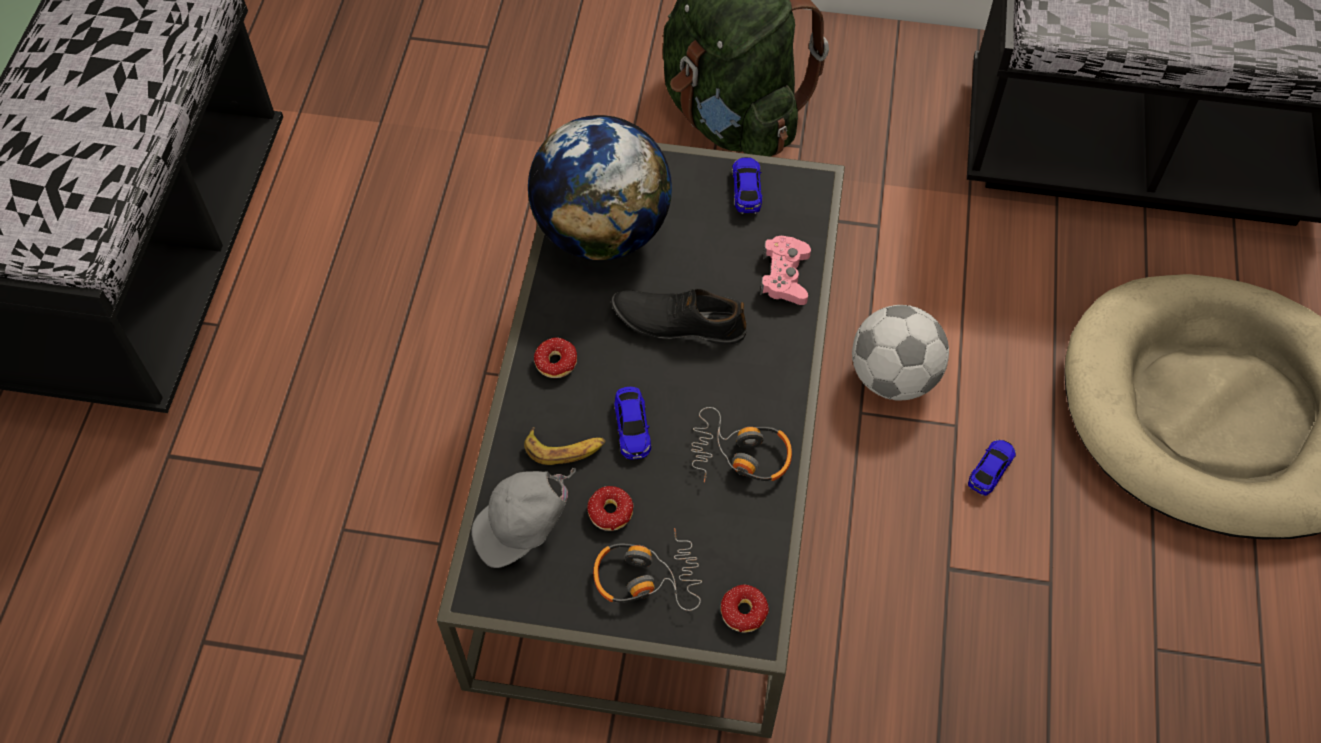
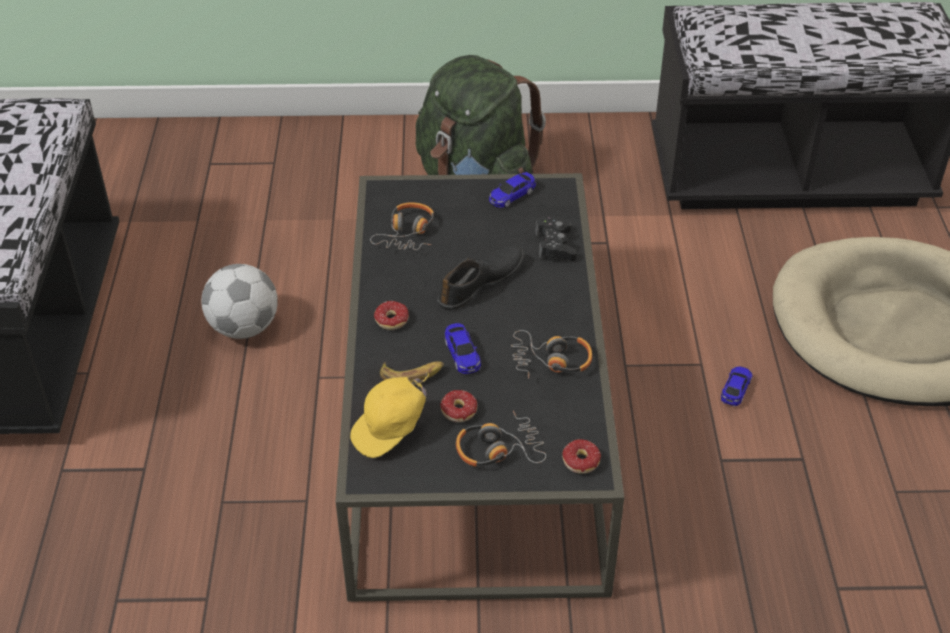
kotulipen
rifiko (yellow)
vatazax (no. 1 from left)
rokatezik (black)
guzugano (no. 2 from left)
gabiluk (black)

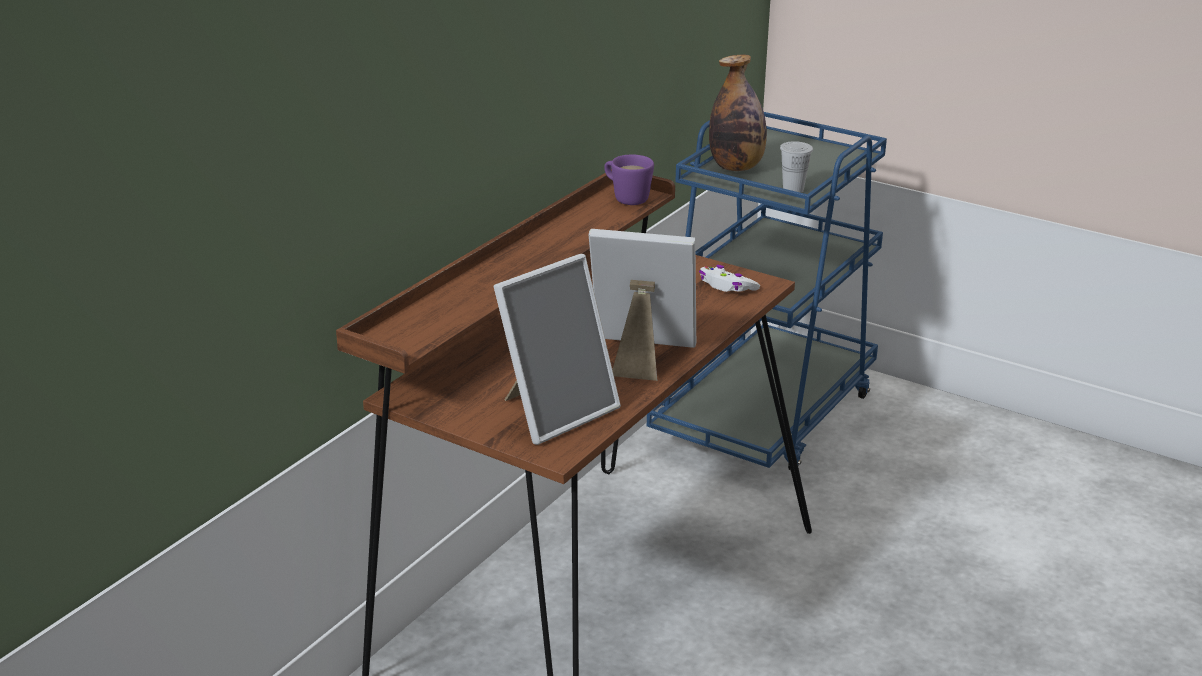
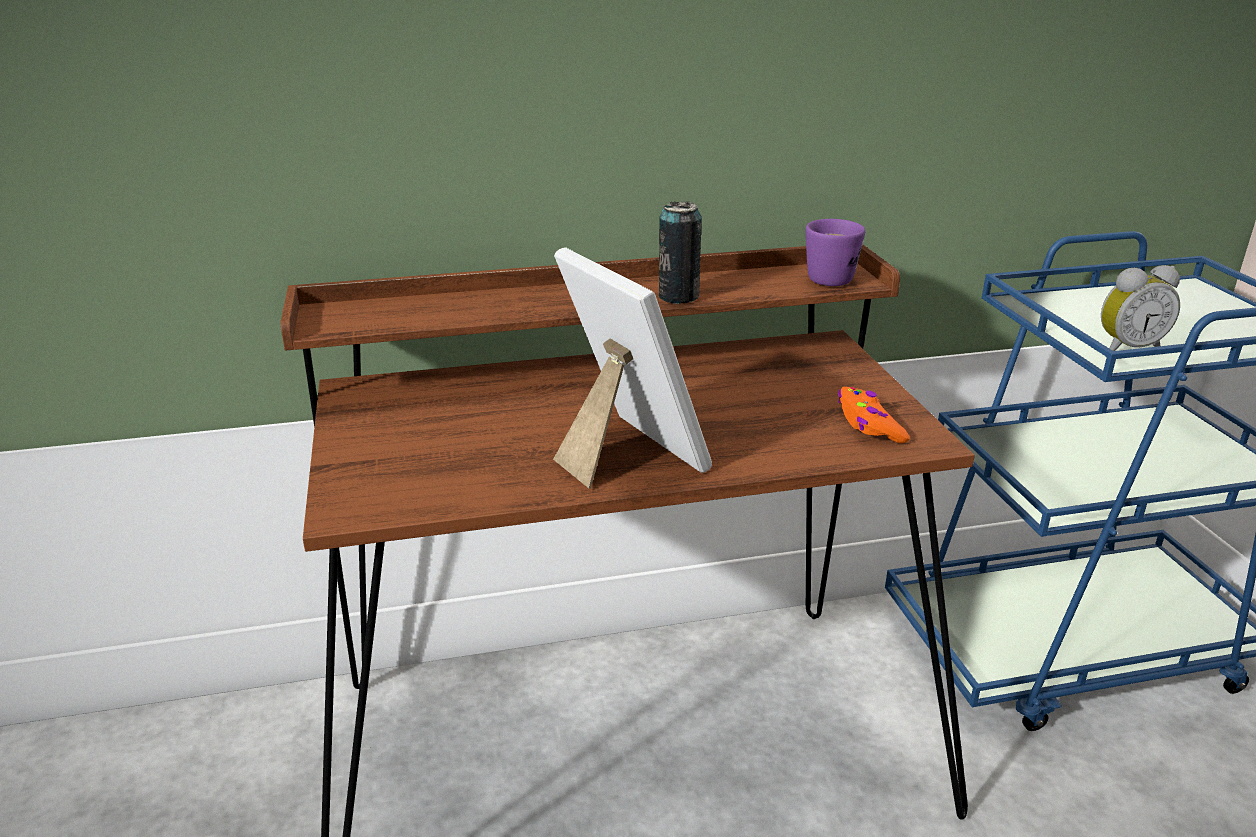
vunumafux
gabiluk (orange)
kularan
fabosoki (no. 1 from left in the first image)
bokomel

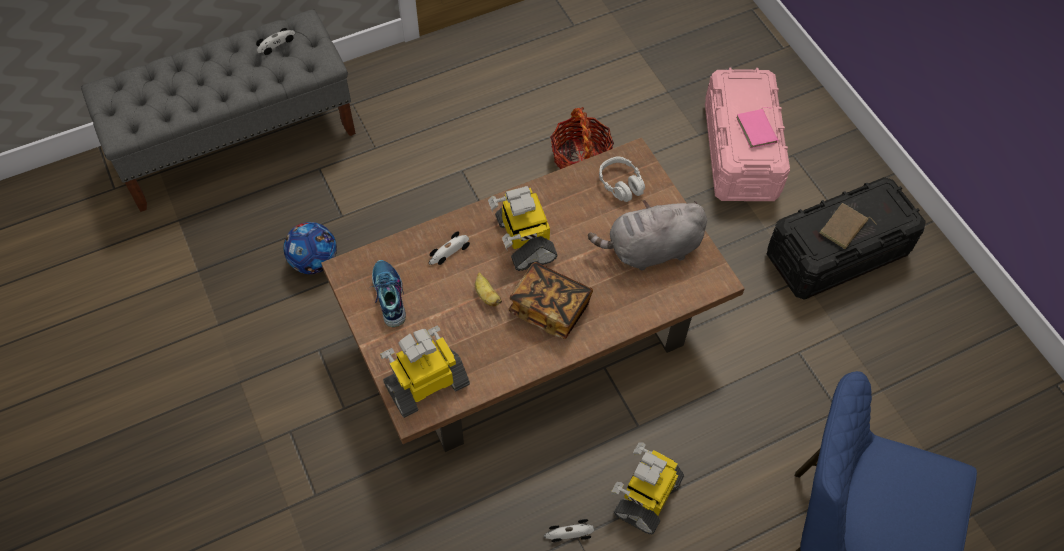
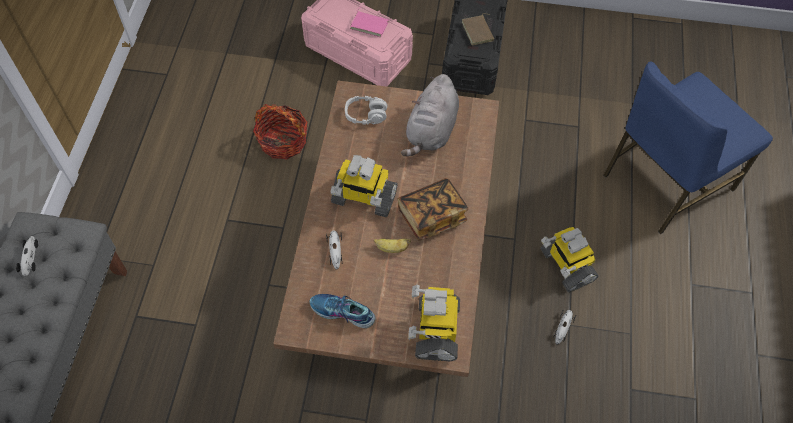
kotulipen

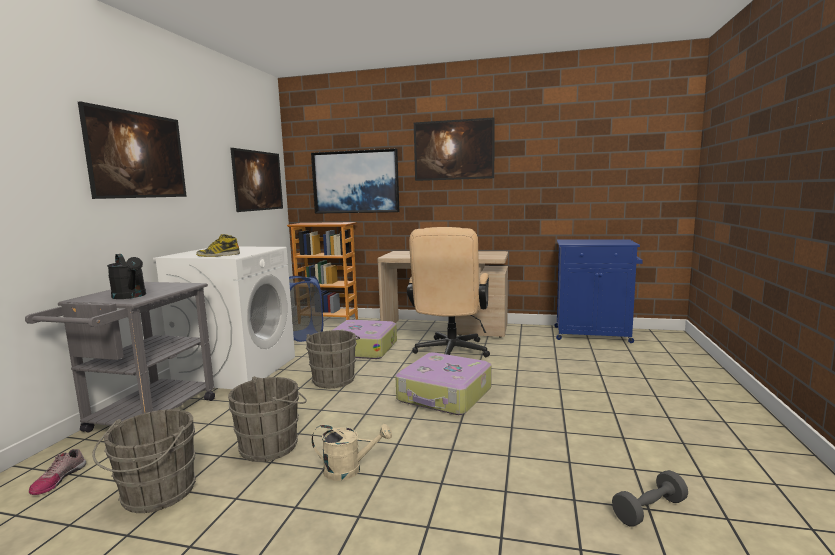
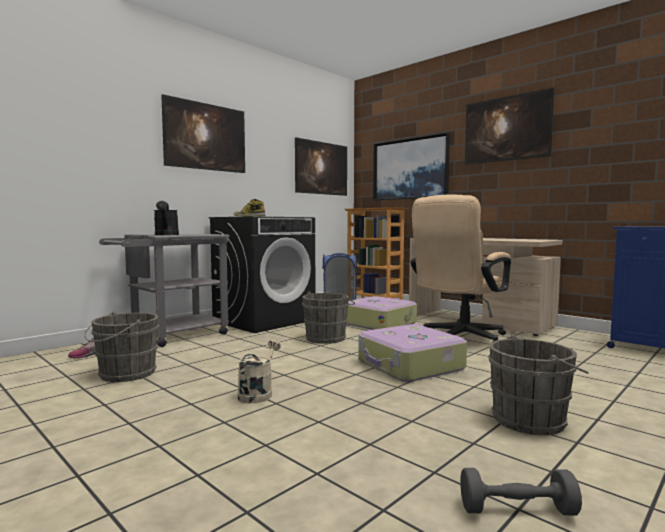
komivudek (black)
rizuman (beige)
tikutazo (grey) (no. 3 from left)

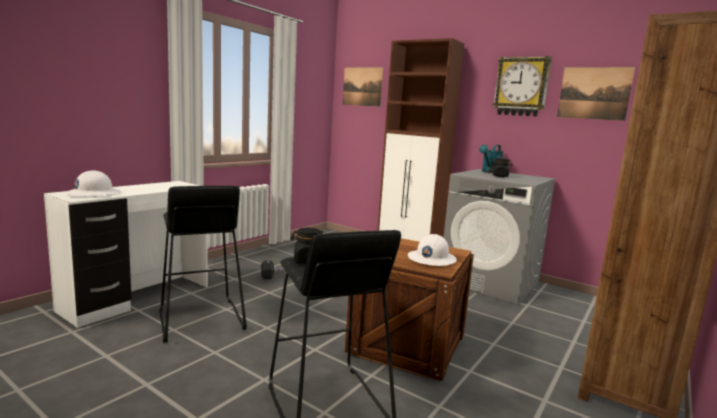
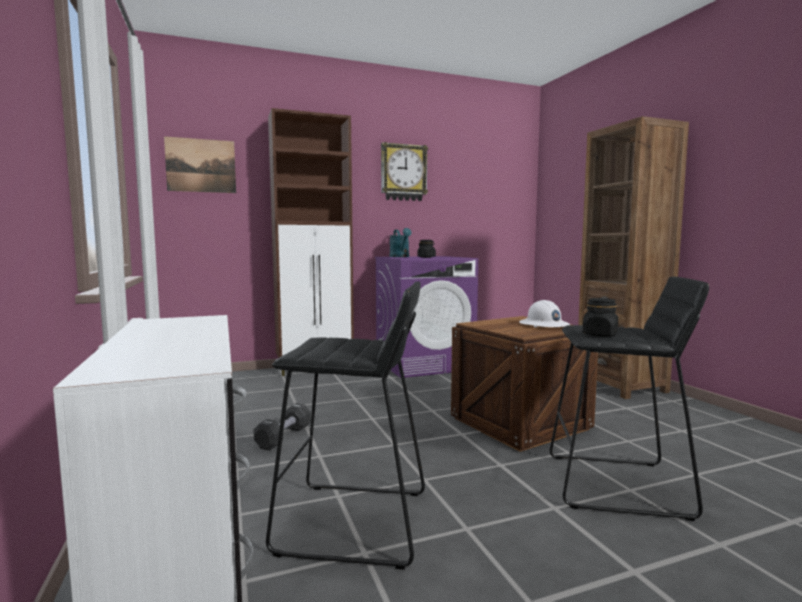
komivudek (purple)
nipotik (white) (no. 1 from left in the first image)
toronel (no. 2 from left in the first image)

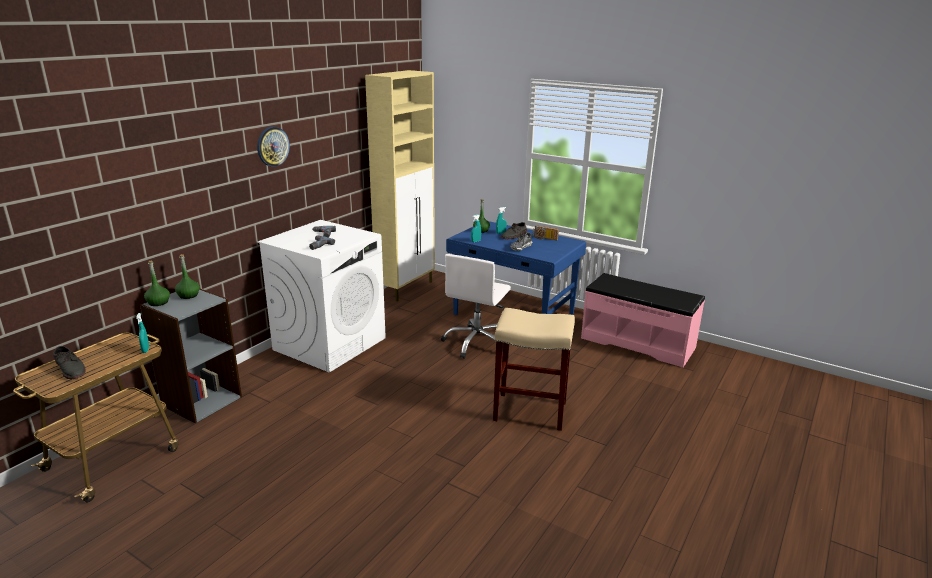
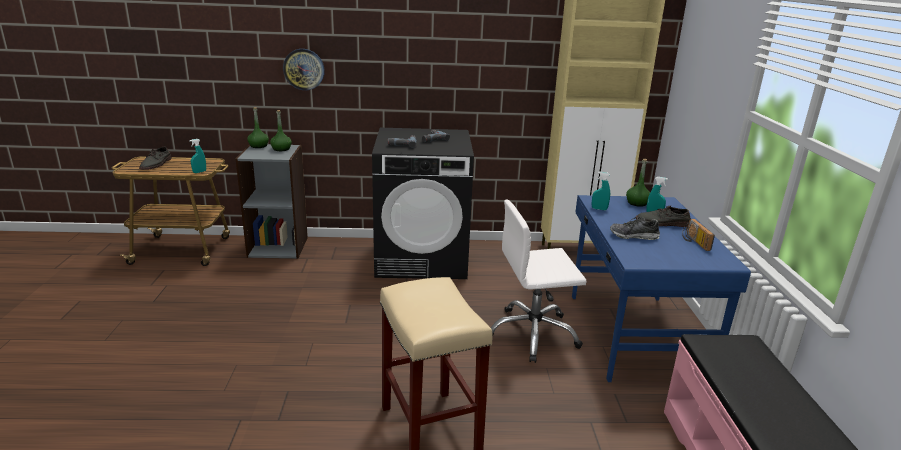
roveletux
komivudek (black)

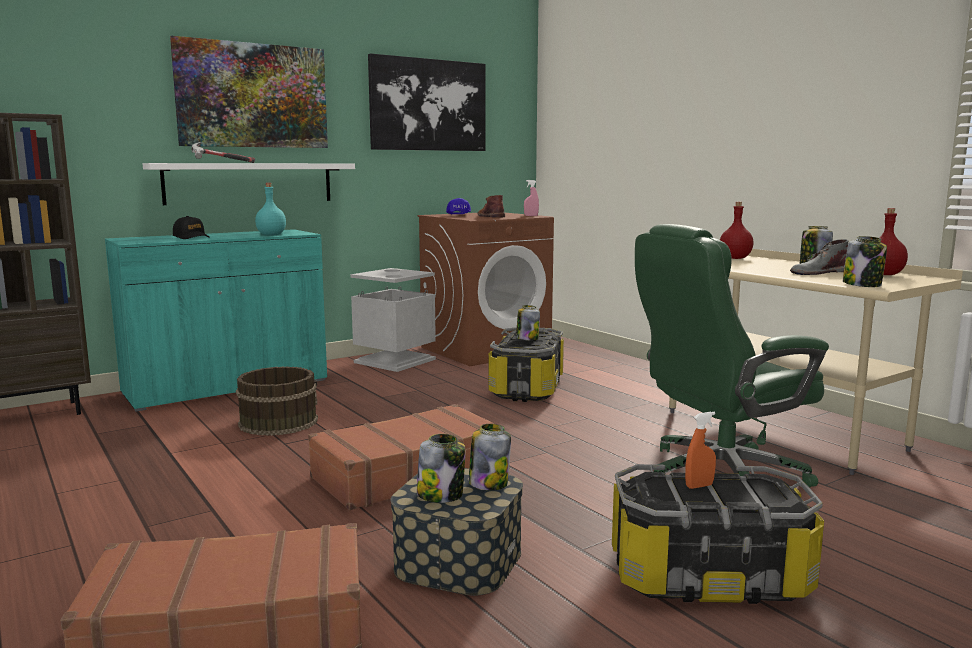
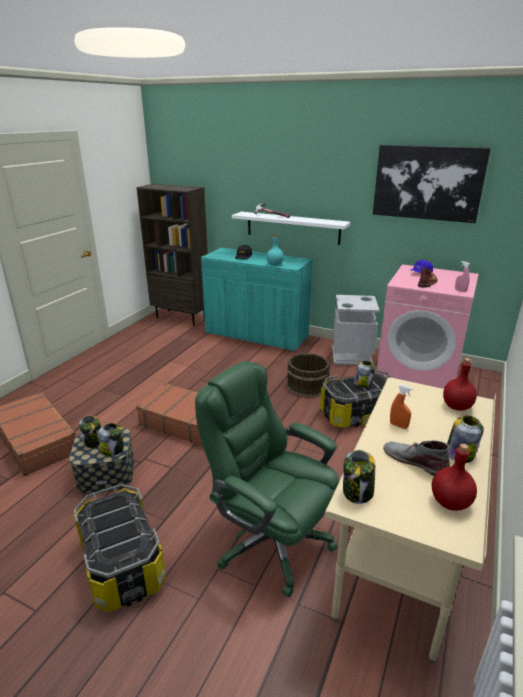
tikutazo (brown)
komivudek (pink)
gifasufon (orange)
toronel (no. 1 from left in the first image)

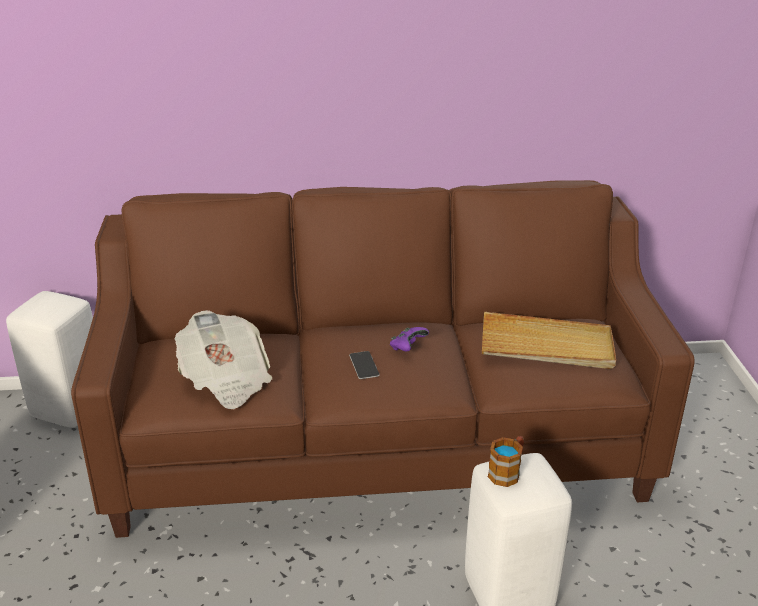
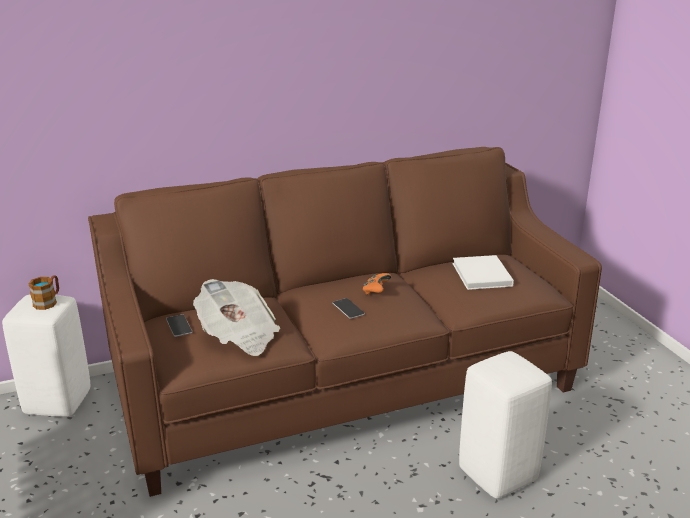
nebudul
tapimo (no. 1 from left)
gabiluk (orange)
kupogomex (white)

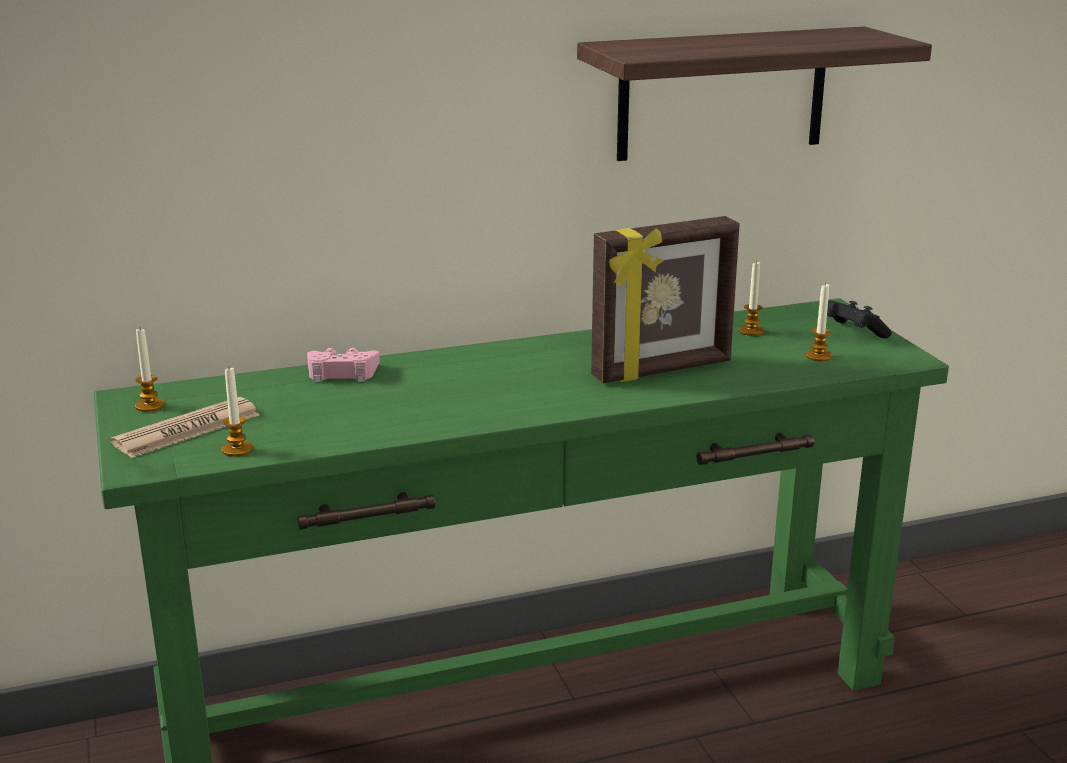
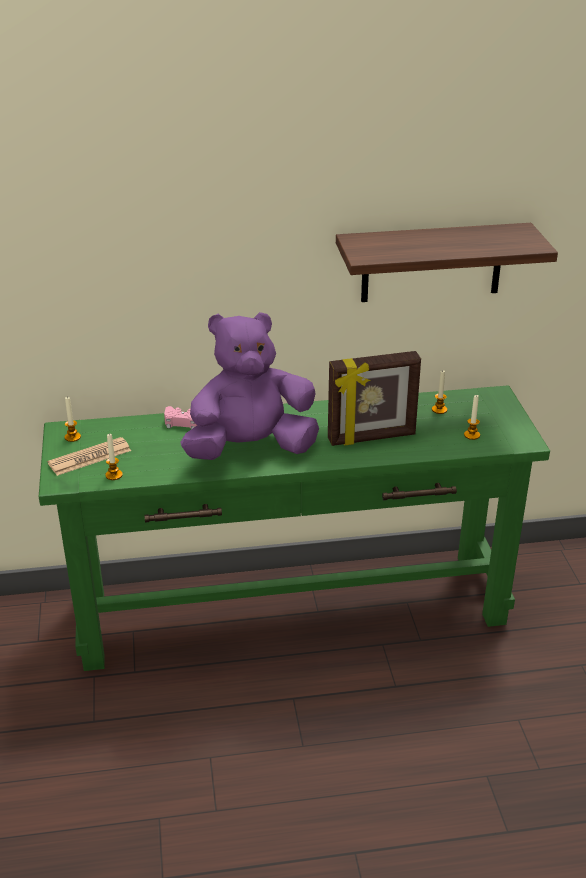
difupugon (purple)
gabiluk (black)

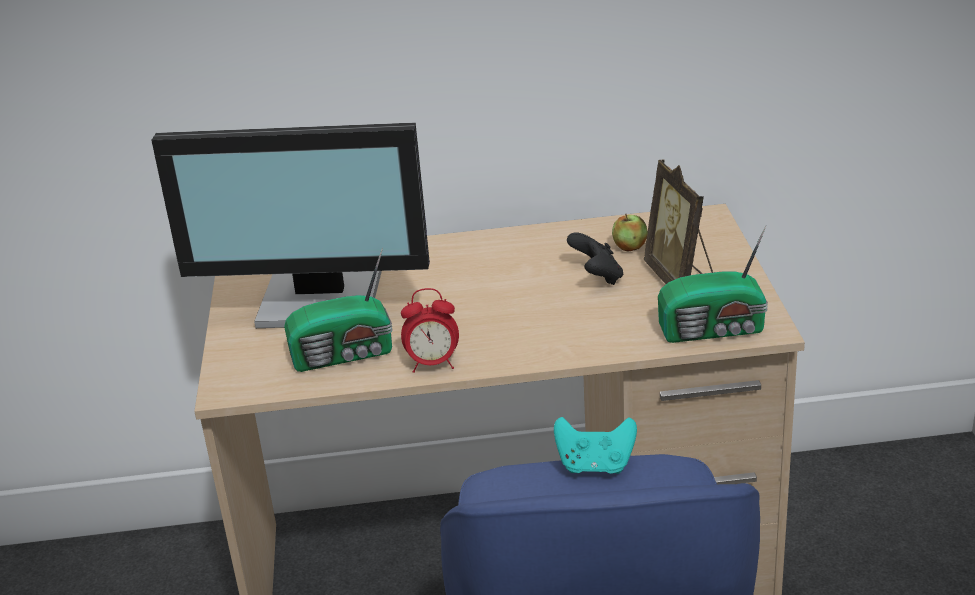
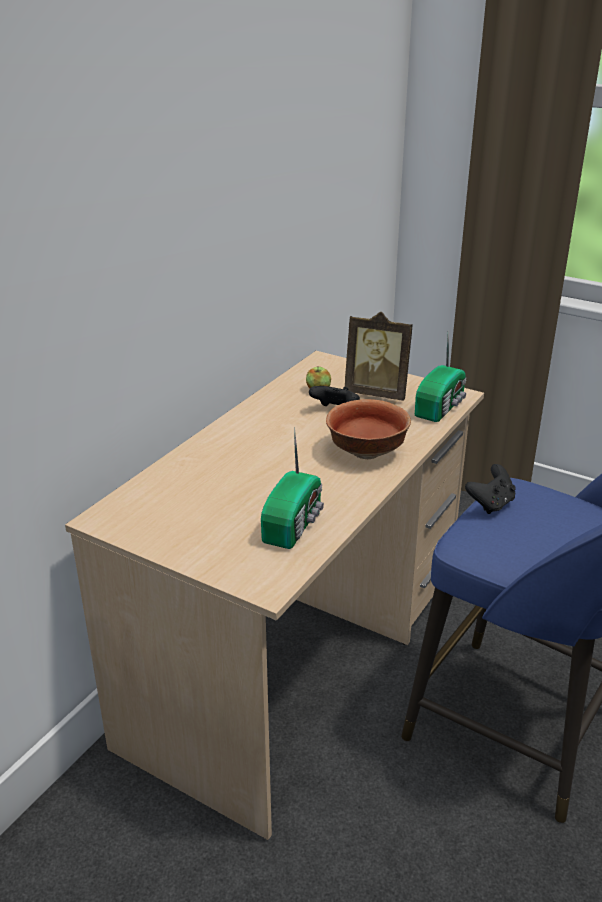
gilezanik
gabiluk (black) (no. 2 from left)
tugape
kularan

